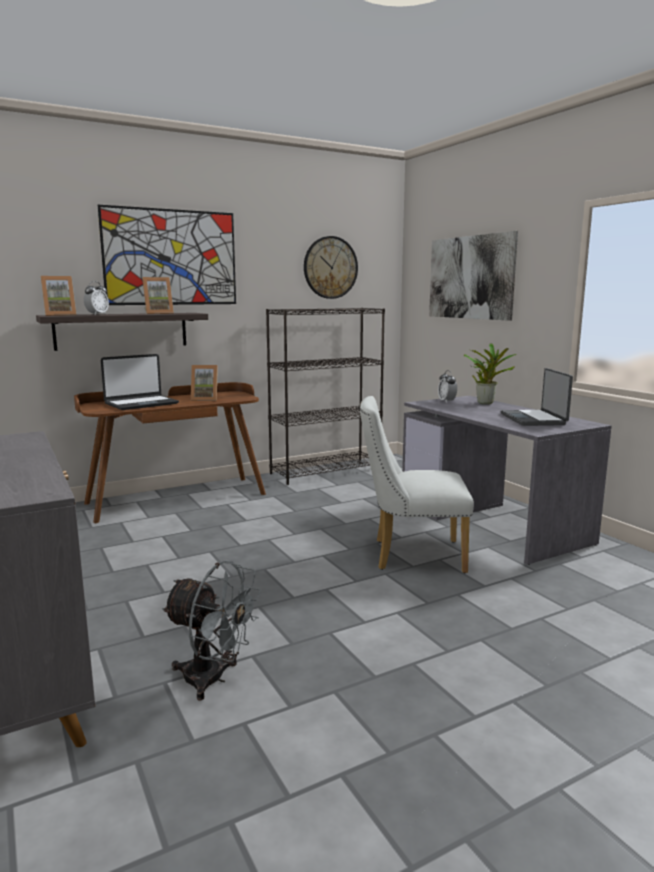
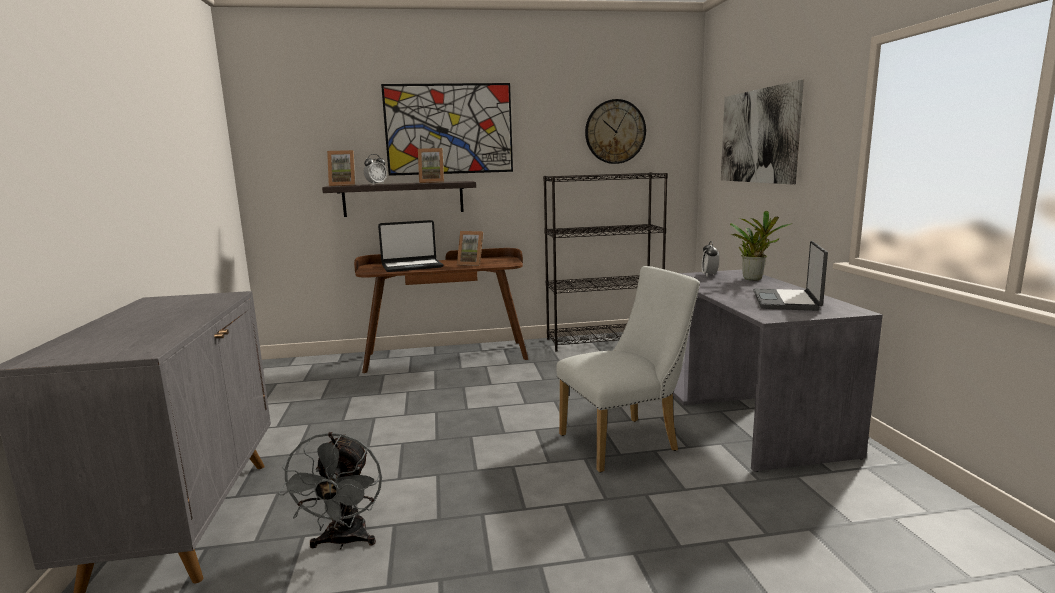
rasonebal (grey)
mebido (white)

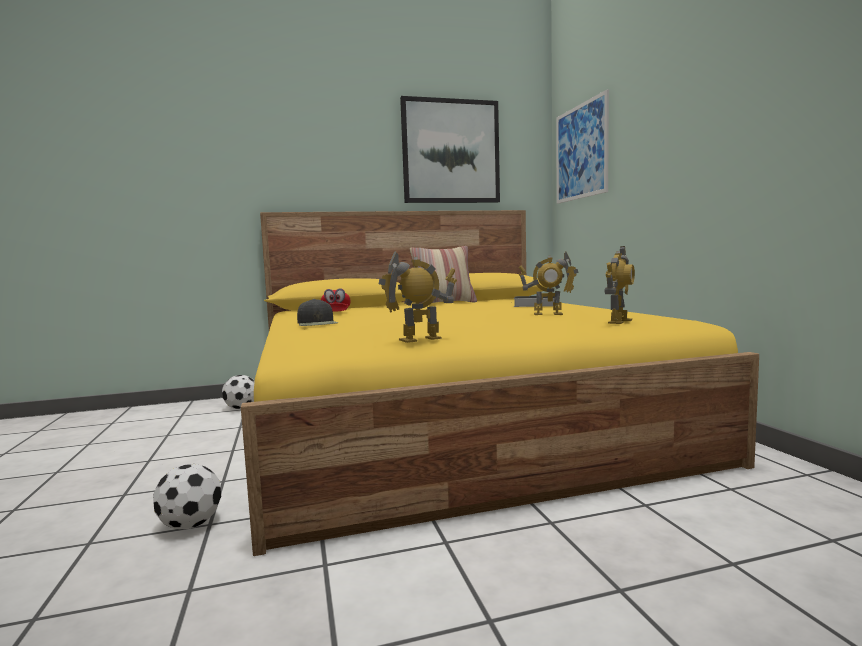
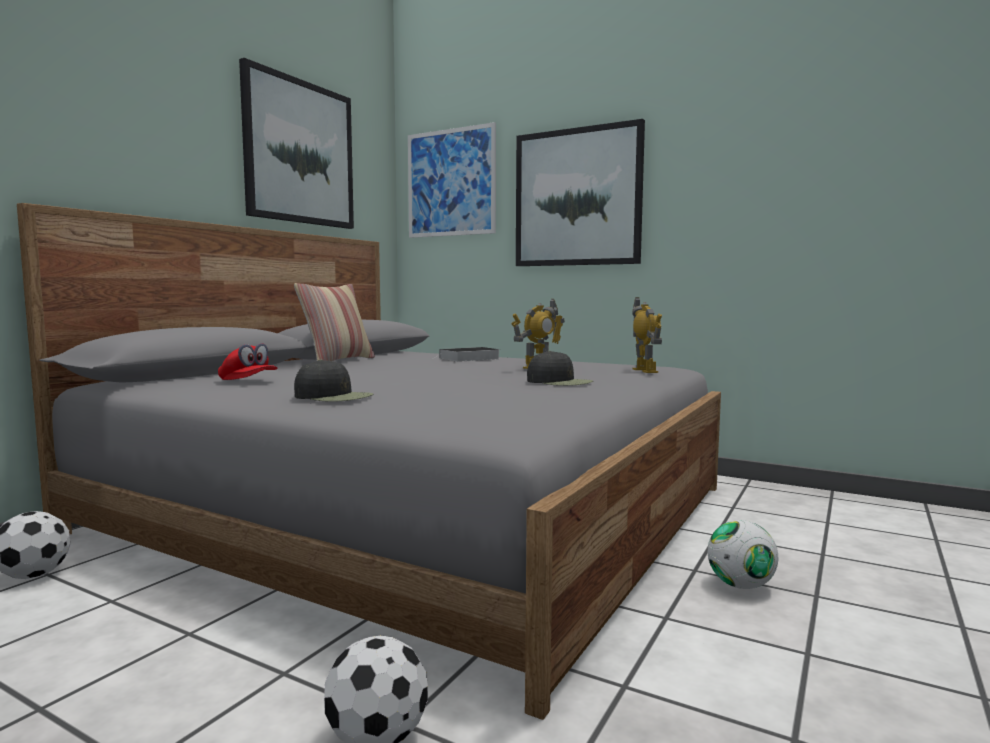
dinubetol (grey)
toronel (no. 3 from left)
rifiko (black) (no. 2 from left)
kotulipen (no. 3 from left)
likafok (no. 1 from left in the first image)

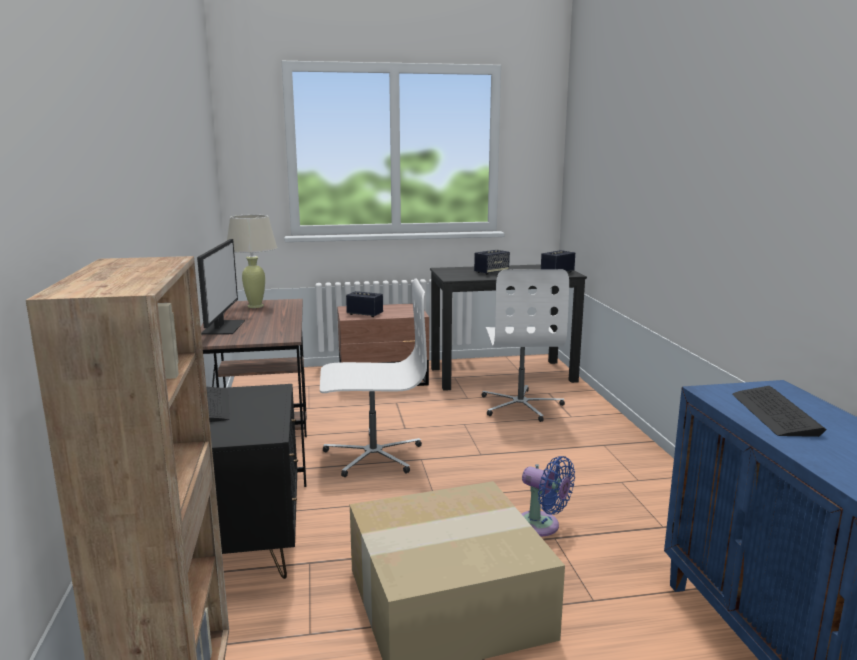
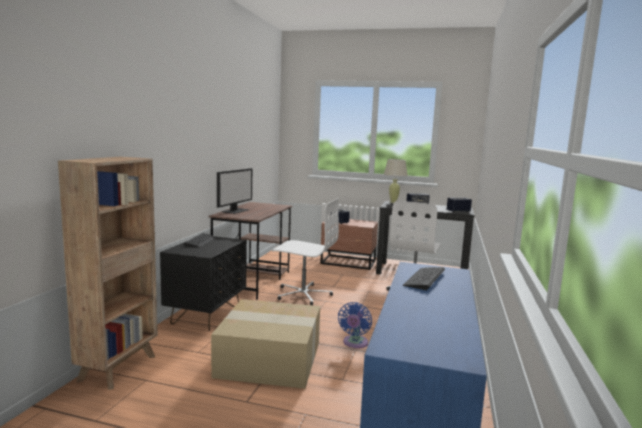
rasonebal (blue)
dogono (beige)

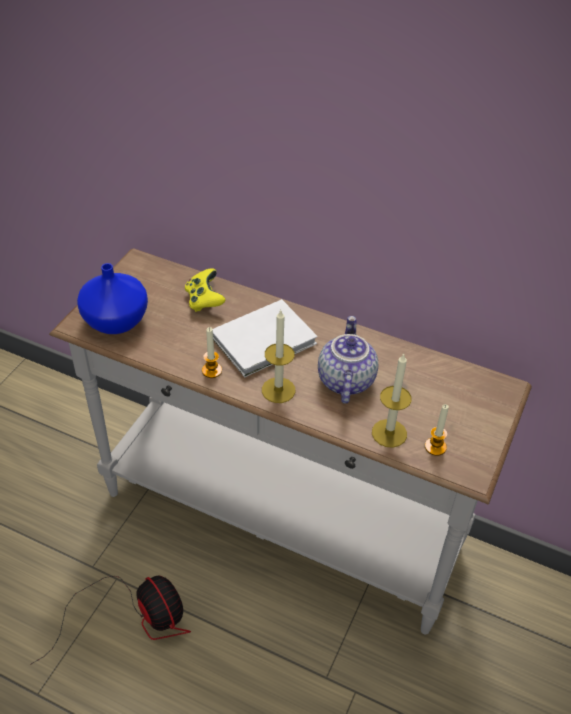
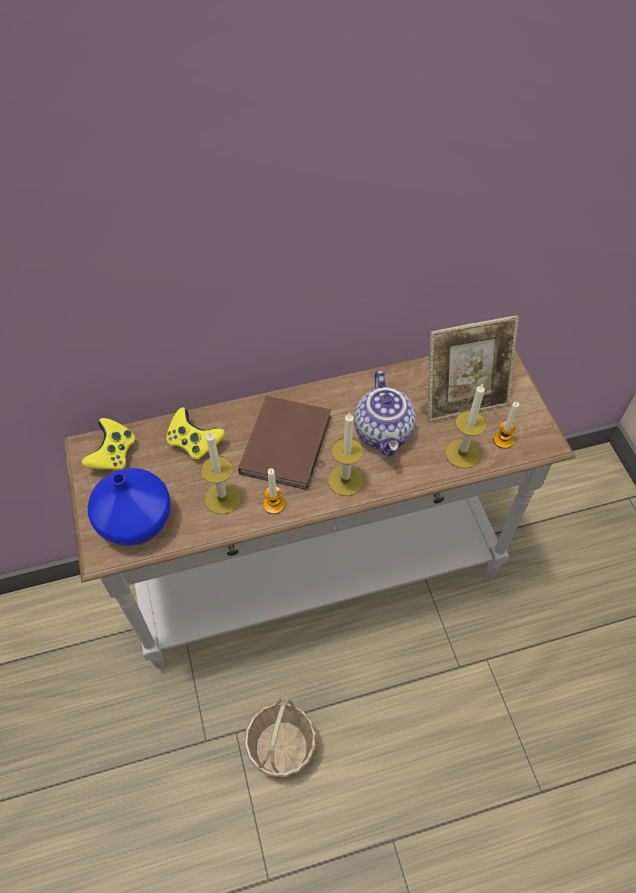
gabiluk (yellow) (no. 1 from left)
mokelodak (no. 1 from left)
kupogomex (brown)
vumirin
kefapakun
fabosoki

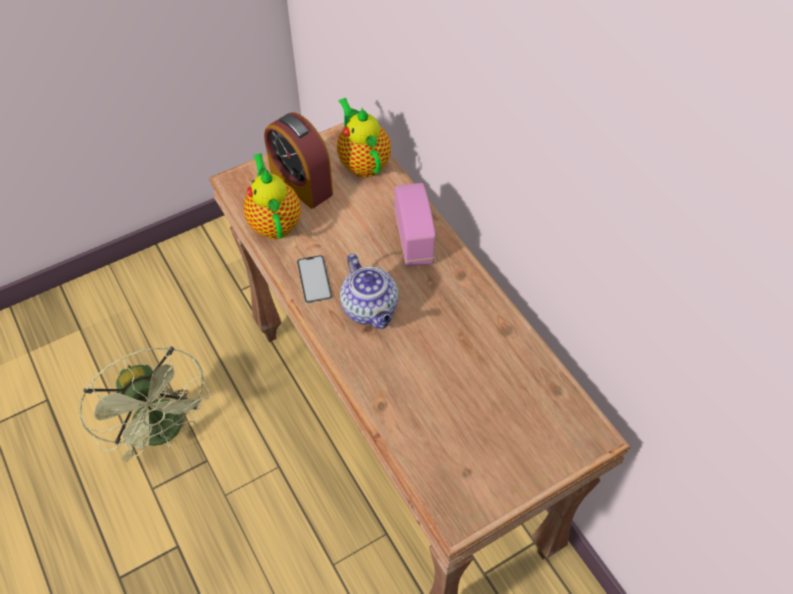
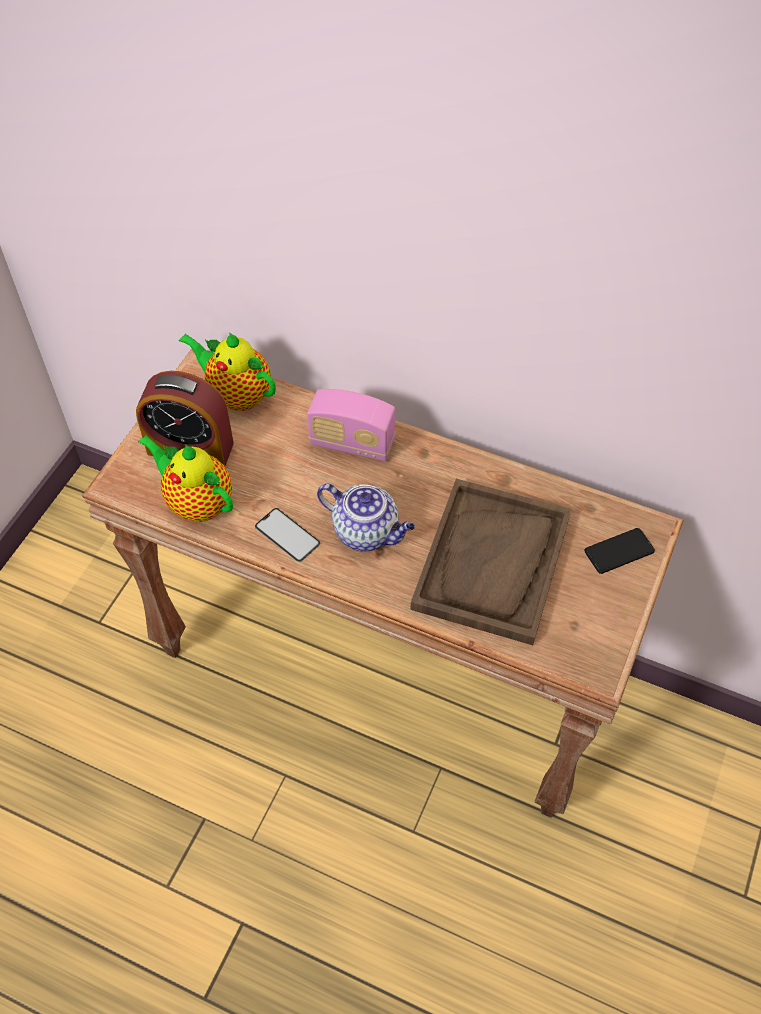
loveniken
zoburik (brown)
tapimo (no. 2 from left)
rasonebal (green)

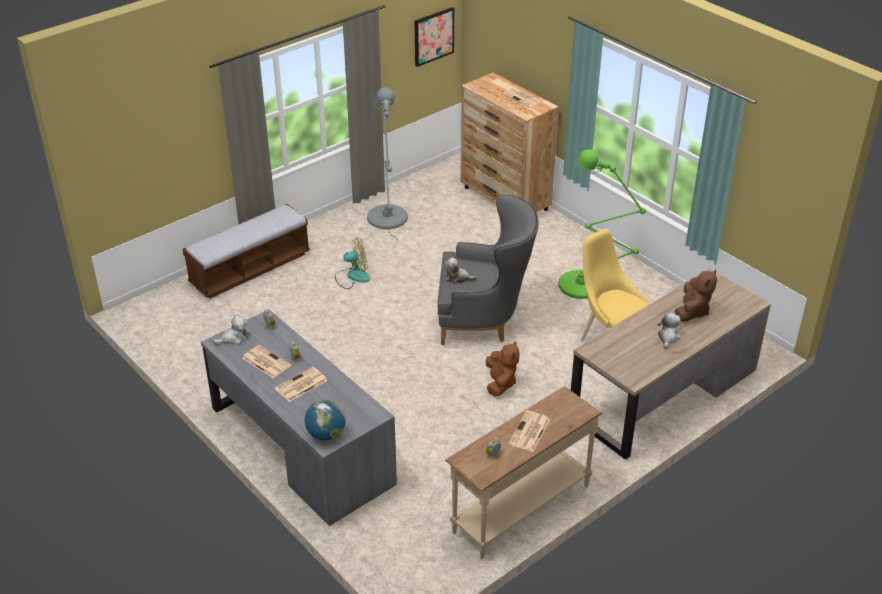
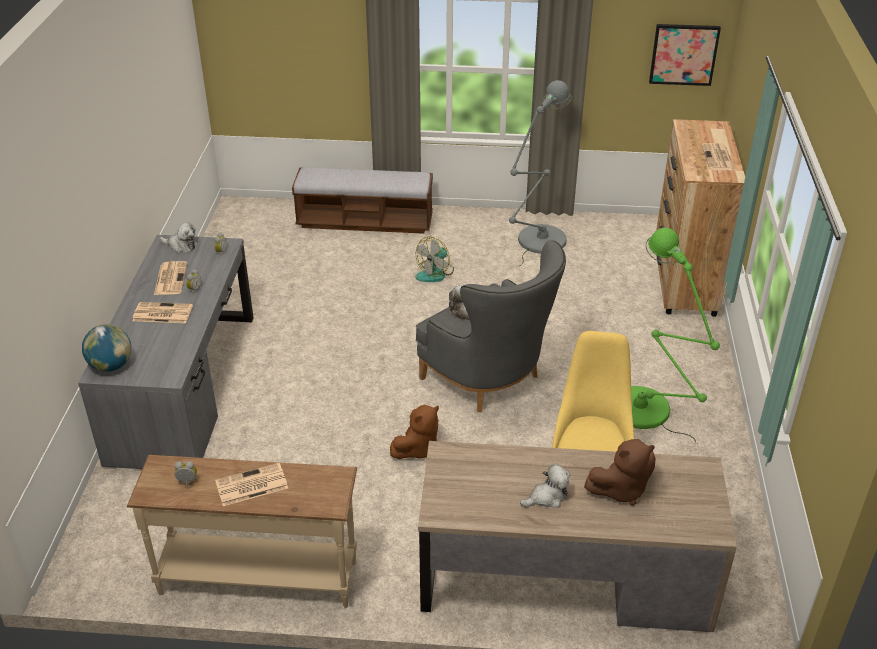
rasonebal

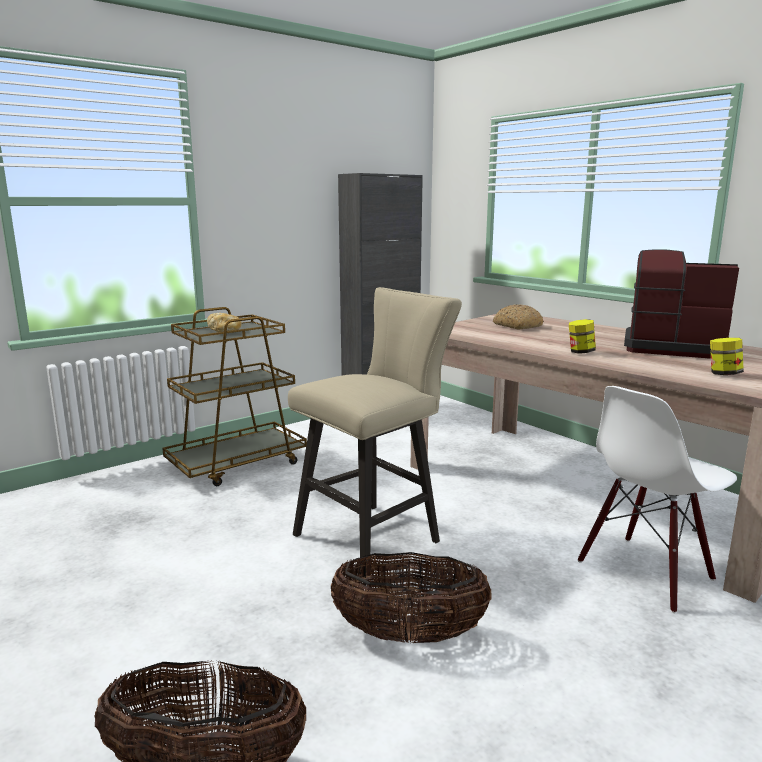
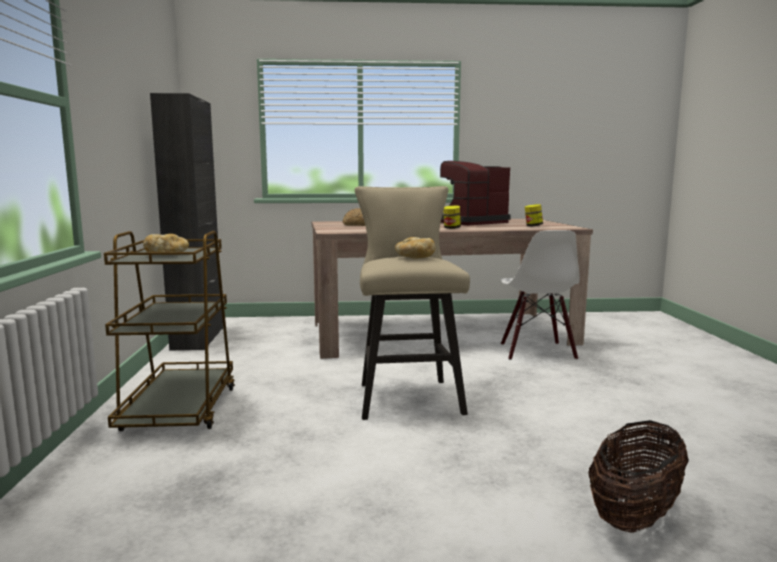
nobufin (no. 3 from left)
vumirin (no. 2 from left in the first image)

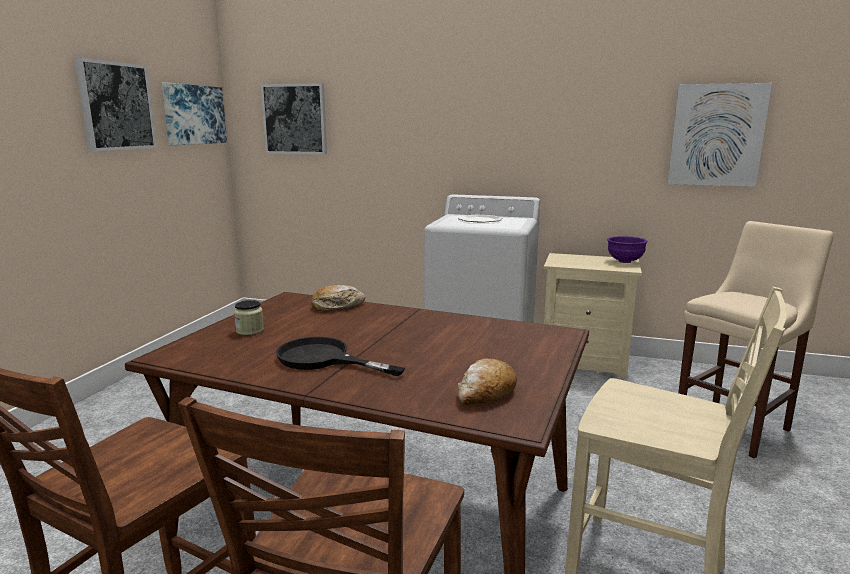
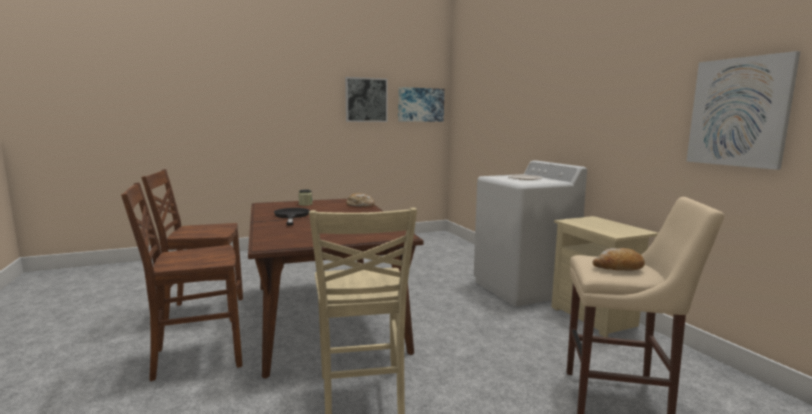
nobufin (no. 2 from left)
toronel (no. 3 from left in the first image)
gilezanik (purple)

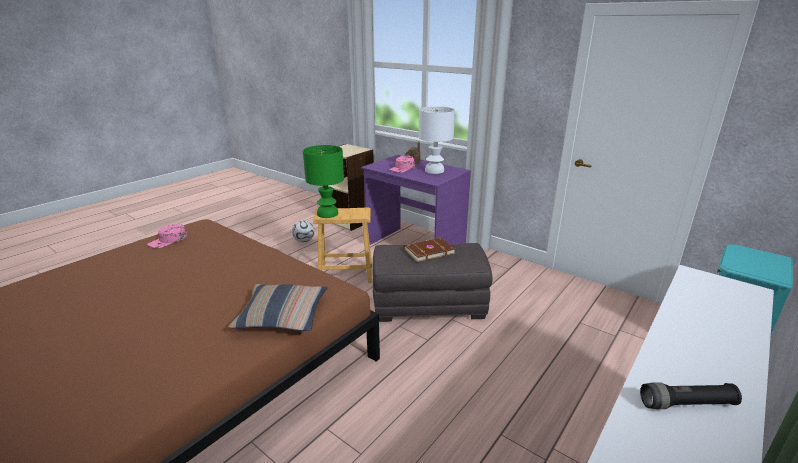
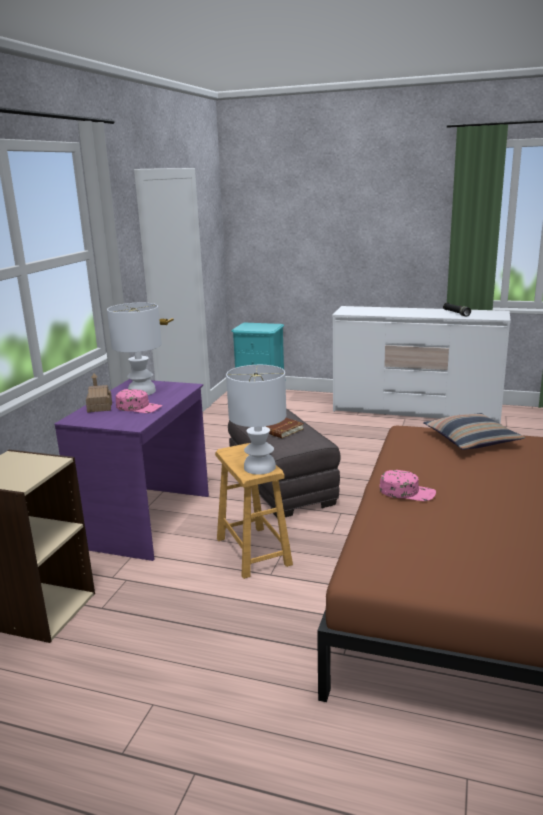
dogono (white) (no. 2 from left)
rifiko (pink) (no. 2 from left)
kotulipen

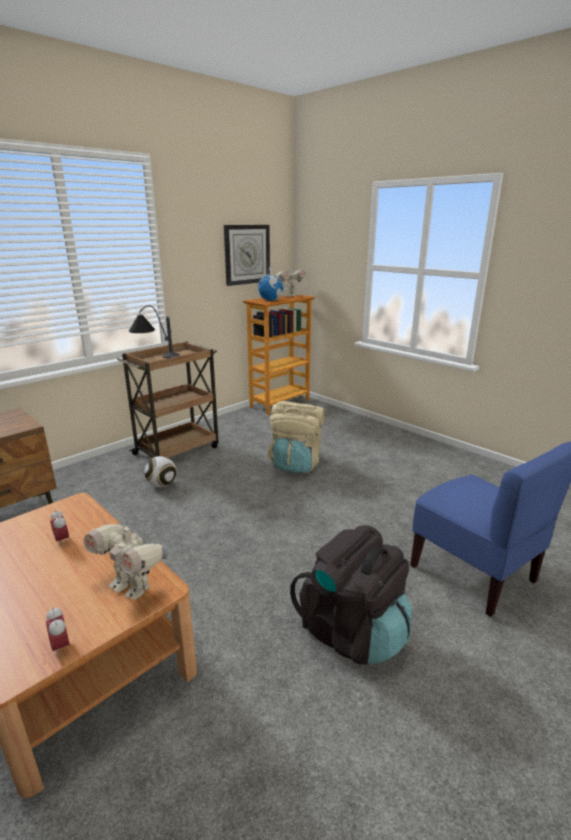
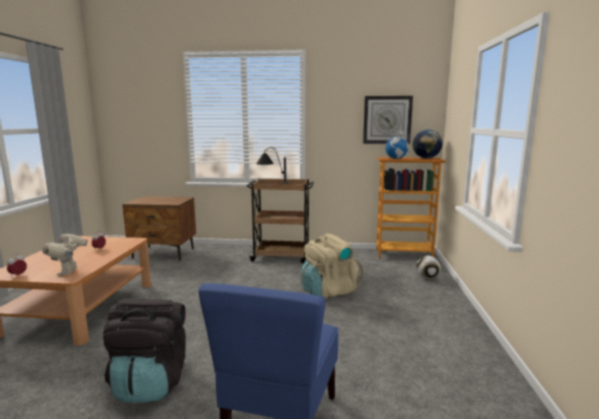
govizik (no. 2 from left)
kotulipen

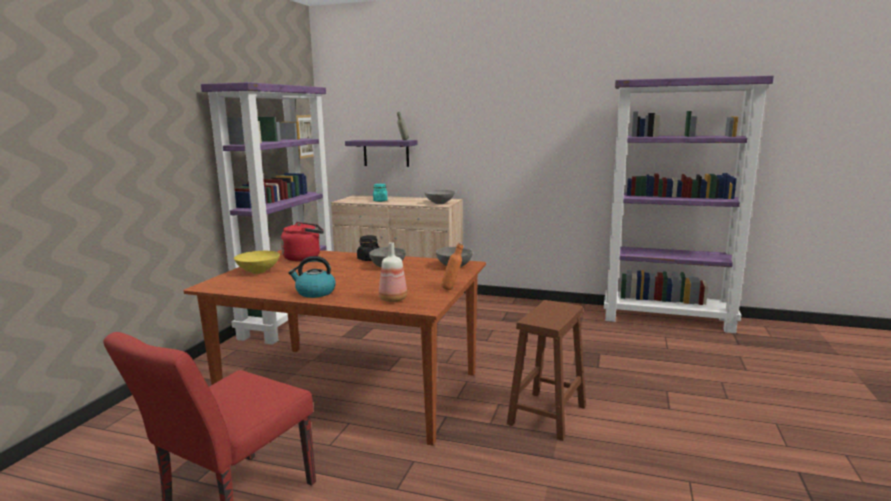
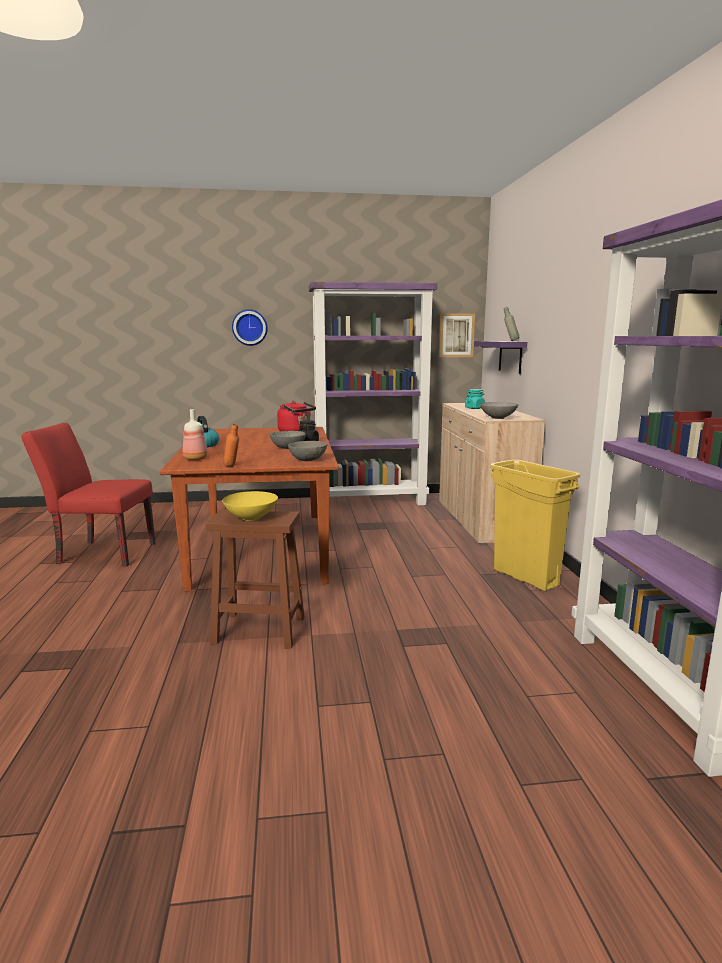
gilezanik (yellow)
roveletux
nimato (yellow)

